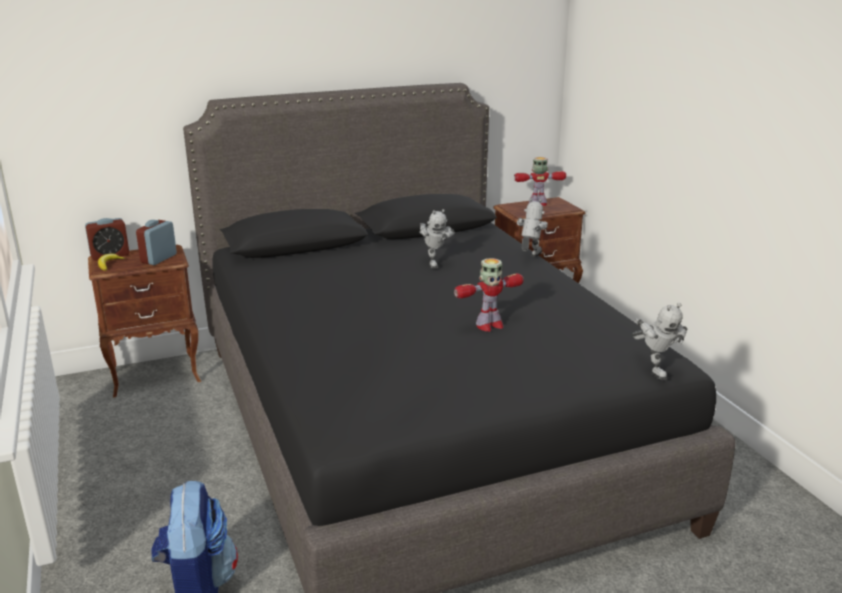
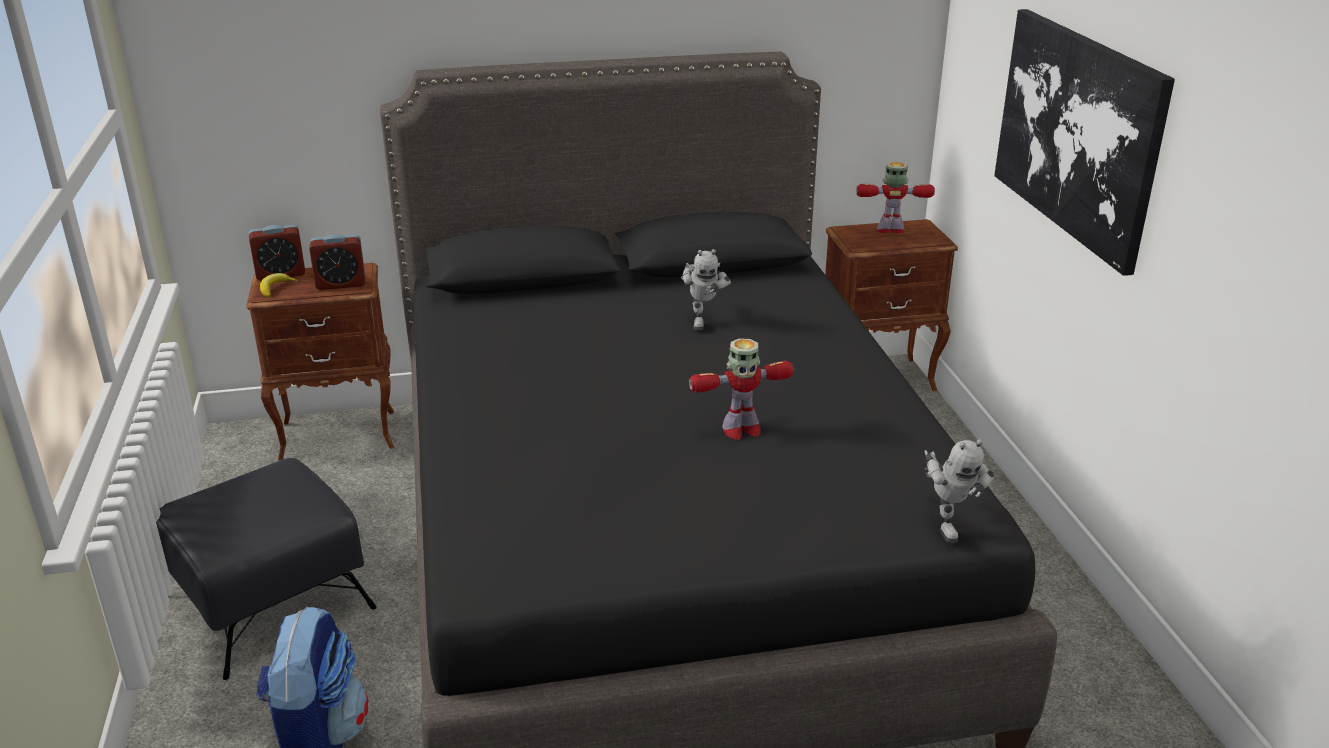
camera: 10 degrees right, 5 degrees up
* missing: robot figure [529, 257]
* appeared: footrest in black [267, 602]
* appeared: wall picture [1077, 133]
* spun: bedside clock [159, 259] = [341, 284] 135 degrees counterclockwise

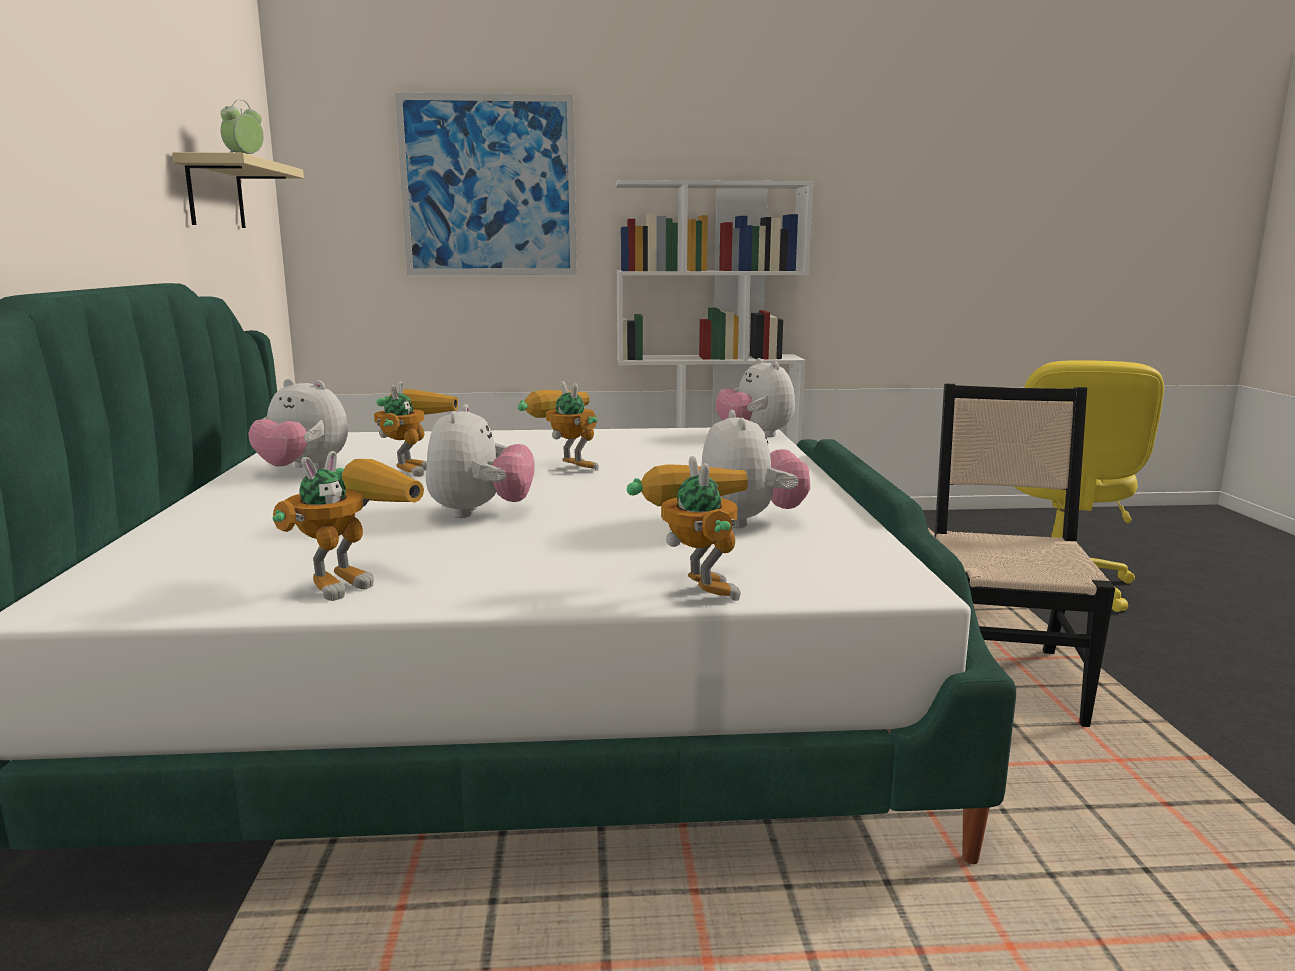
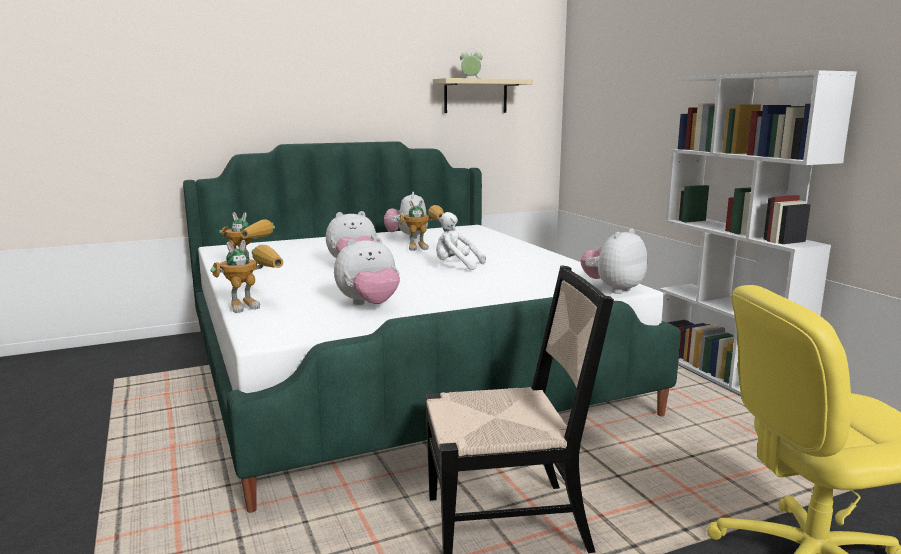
camera: 70 degrees right, 0 degrees up
* missing: wall picture [488, 186]
* exchanged: robot figure [564, 468] to plush toy in white [456, 266]

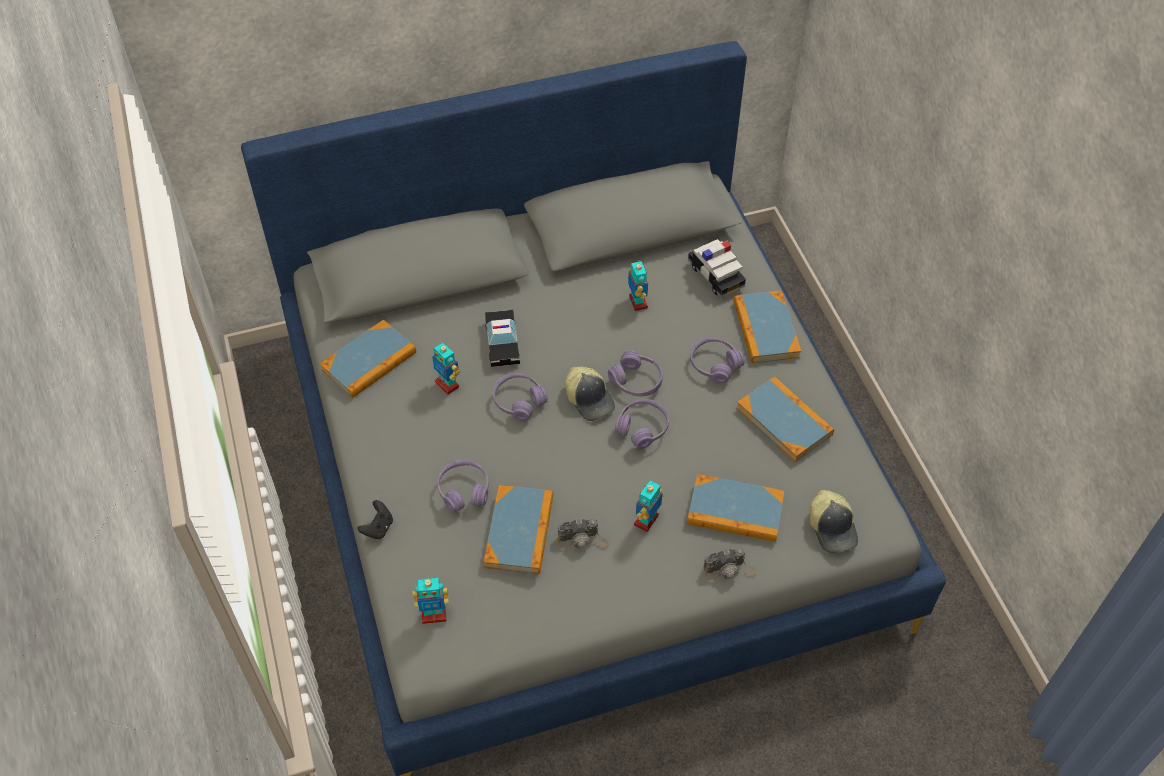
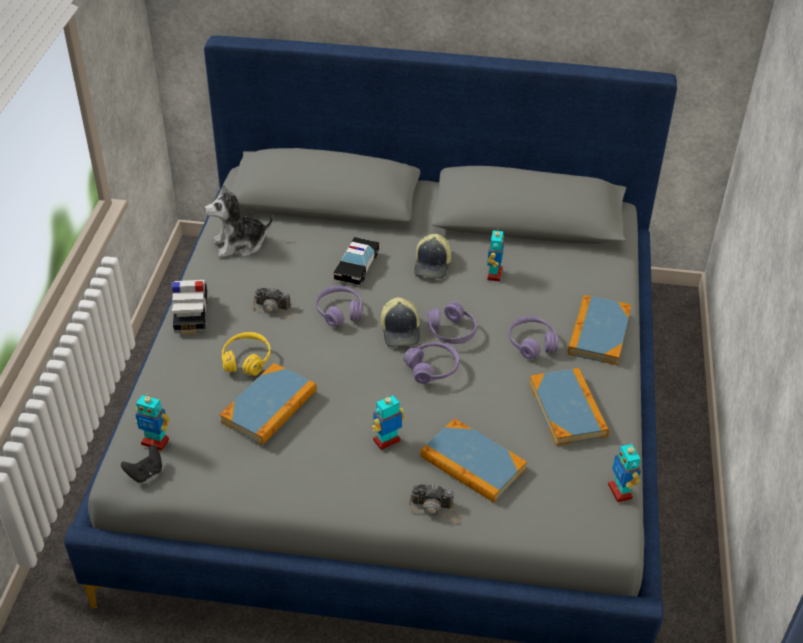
camera: 25 degrees right, 10 degrees down
* relocated: gamepad in black [378, 528] to [145, 473]
* relocated: robot figure [447, 384] to [620, 491]
* relocated: photo camera [582, 539] to [274, 309]
* relocated: miniature car [716, 275] to [191, 314]
* relocated: baseball cap [833, 527] to [433, 265]
* exchanged: volume [369, 362] to plush toy [240, 244]
* colour: headset in purplish [464, 490] to headset in yellowish [246, 360]

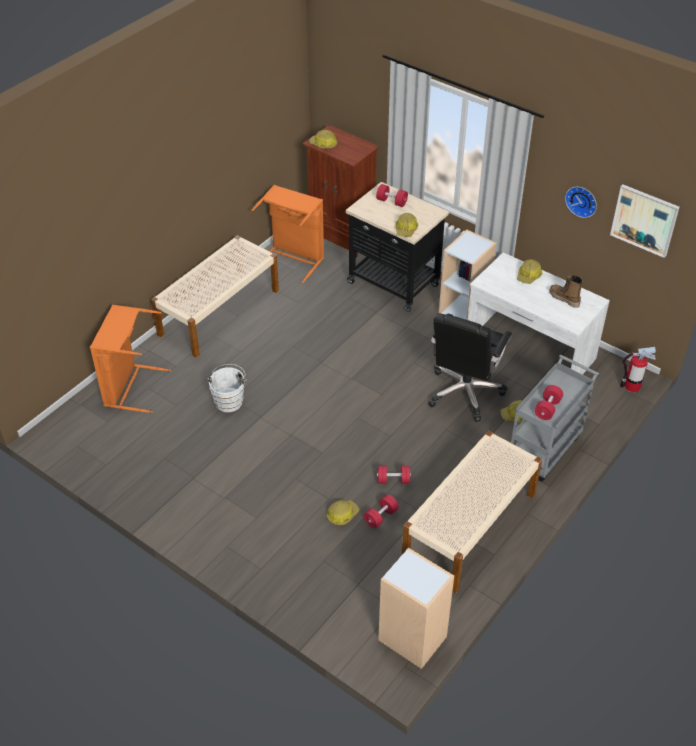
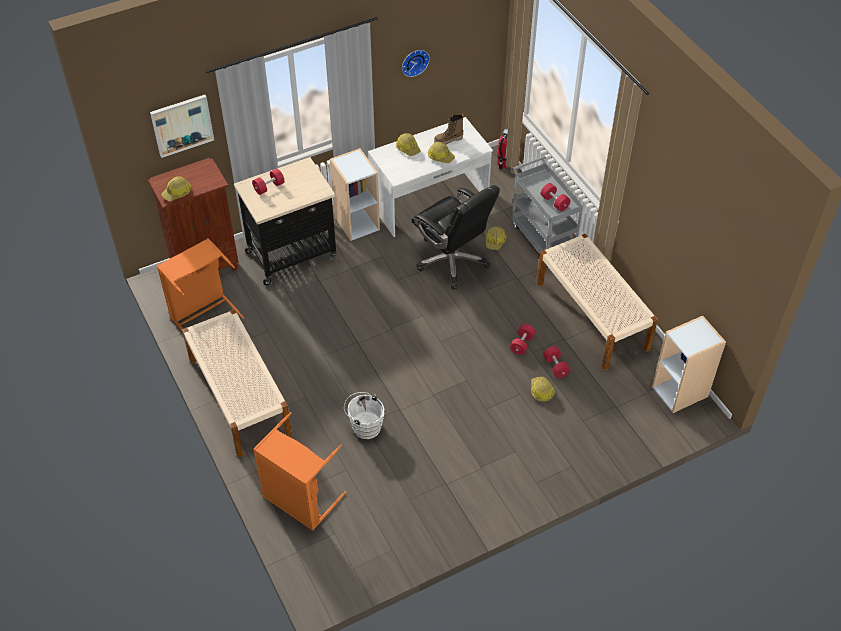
camera: 65 degrees left, 5 degrees up
* relocated: safety helmet [406, 229] to [440, 156]
* relocated: wall picture [644, 220] to [182, 125]

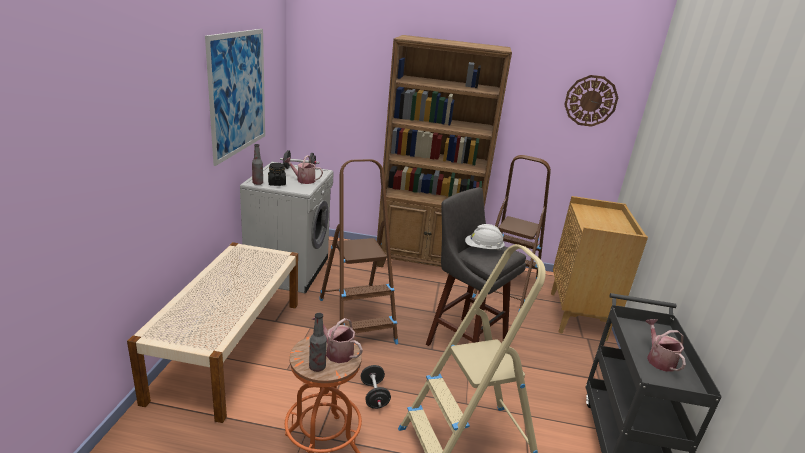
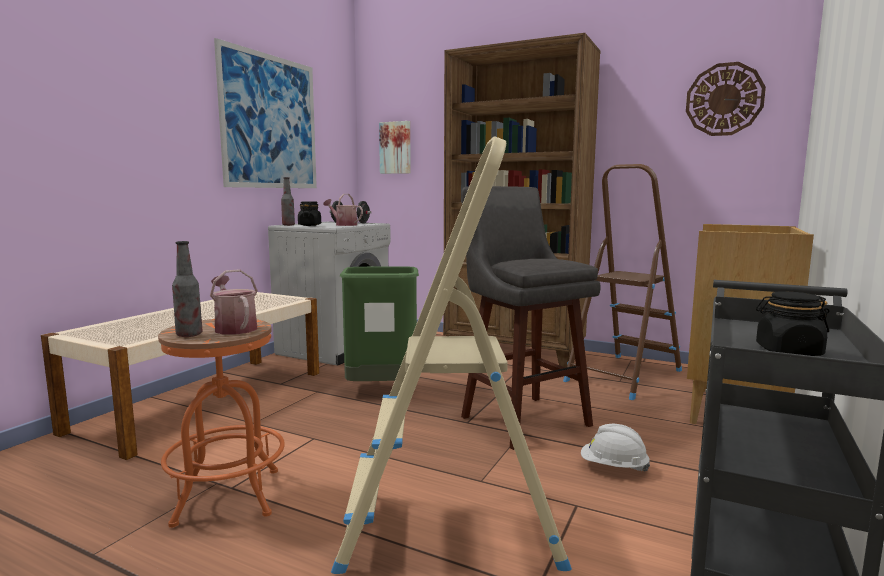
camera: 20 degrees right, 15 degrees down
* missing: free weight in black [374, 395]
* appeared: wall picture [396, 148]
* relocated: safety helmet in white [483, 249] to [613, 468]
* exchanged: step ladder in brownish [357, 320] to trash can in green-coloured [382, 390]
* exchanged: watering can [658, 359] to jar in black [788, 351]

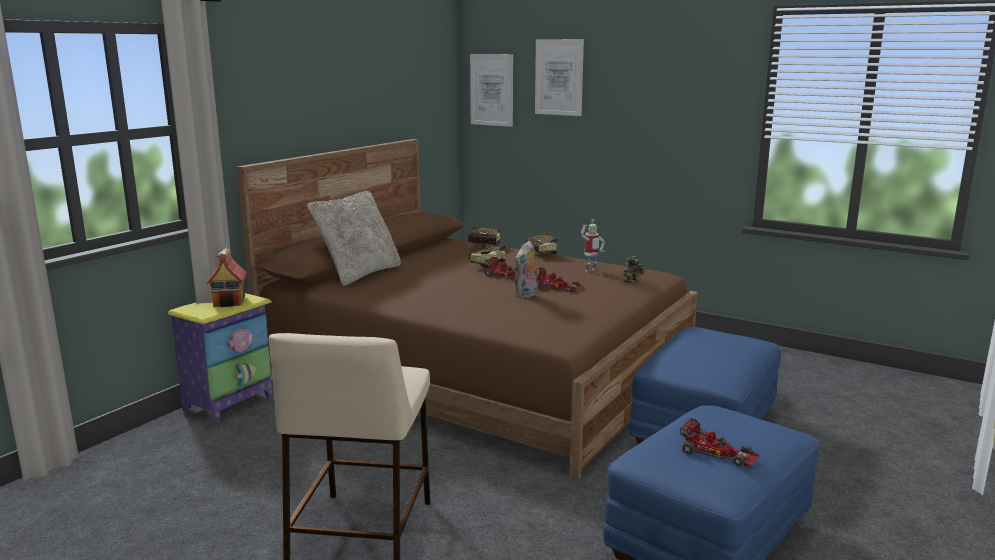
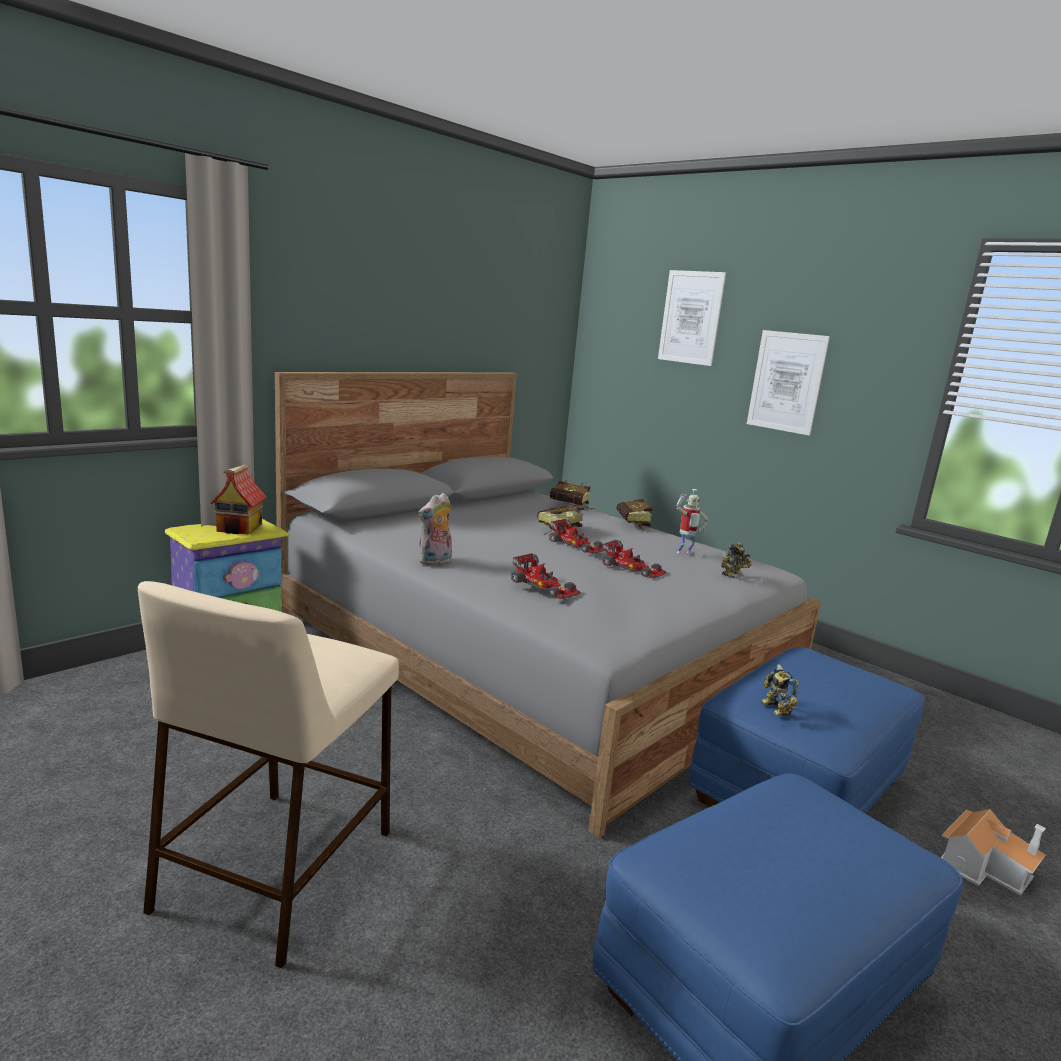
camera: 10 degrees right, 0 degrees up
* missing: pillow in beige-coloured [359, 272]
* appeared: robot figure [774, 709]
* appeared: miniature house [984, 866]
* relocated: wall picture [491, 90] to [786, 382]
* relocated: plush toy [526, 295] to [435, 562]
* relocated: miniature car [718, 452] to [544, 585]
* colour: bed in brownish [478, 371] to bed in gray [530, 654]

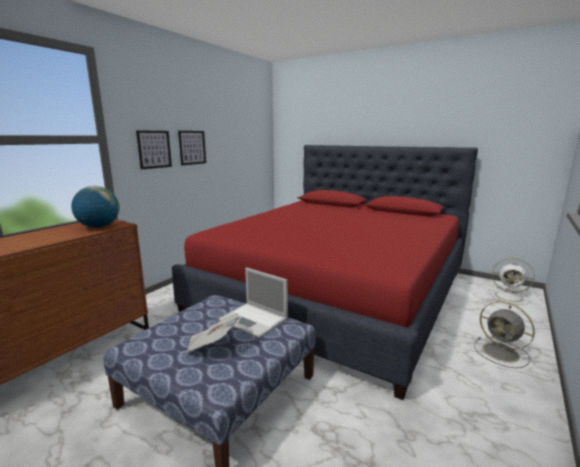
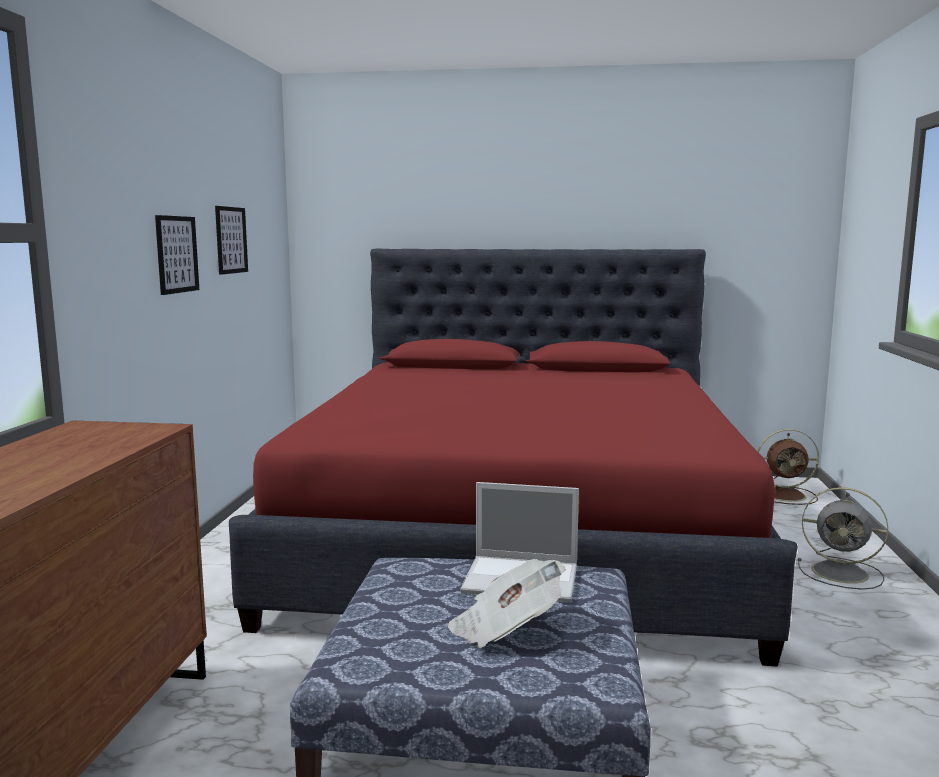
camera: 25 degrees left, 5 degrees down
* missing: globe [99, 227]
* relocated: wall picture [154, 149] to [231, 240]
* colour: cooling fan in white [510, 296] to cooling fan in brownish [786, 495]

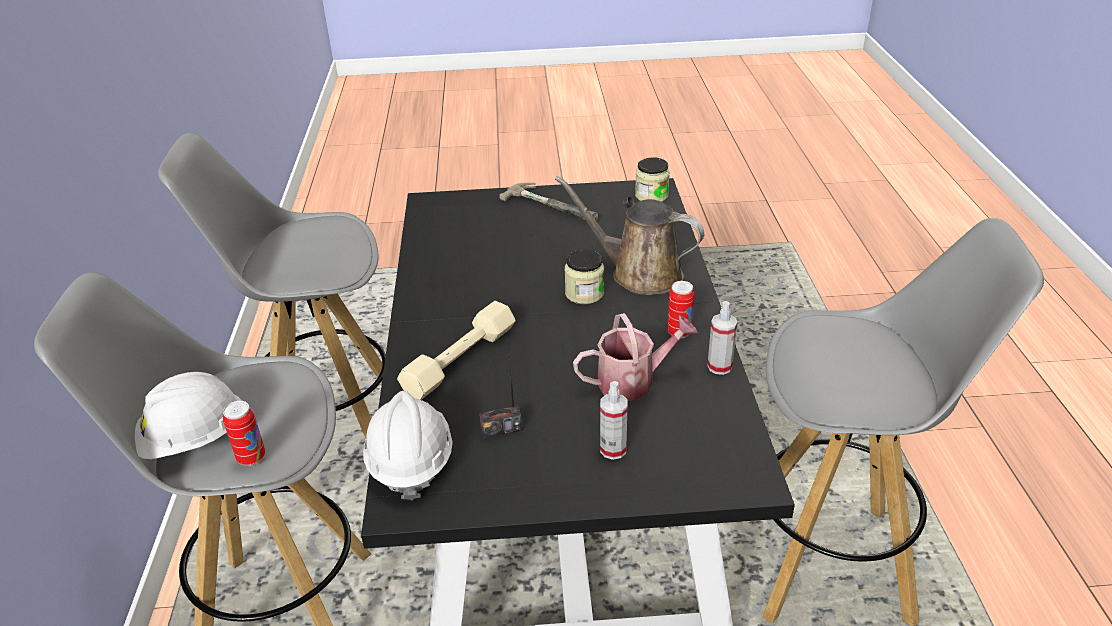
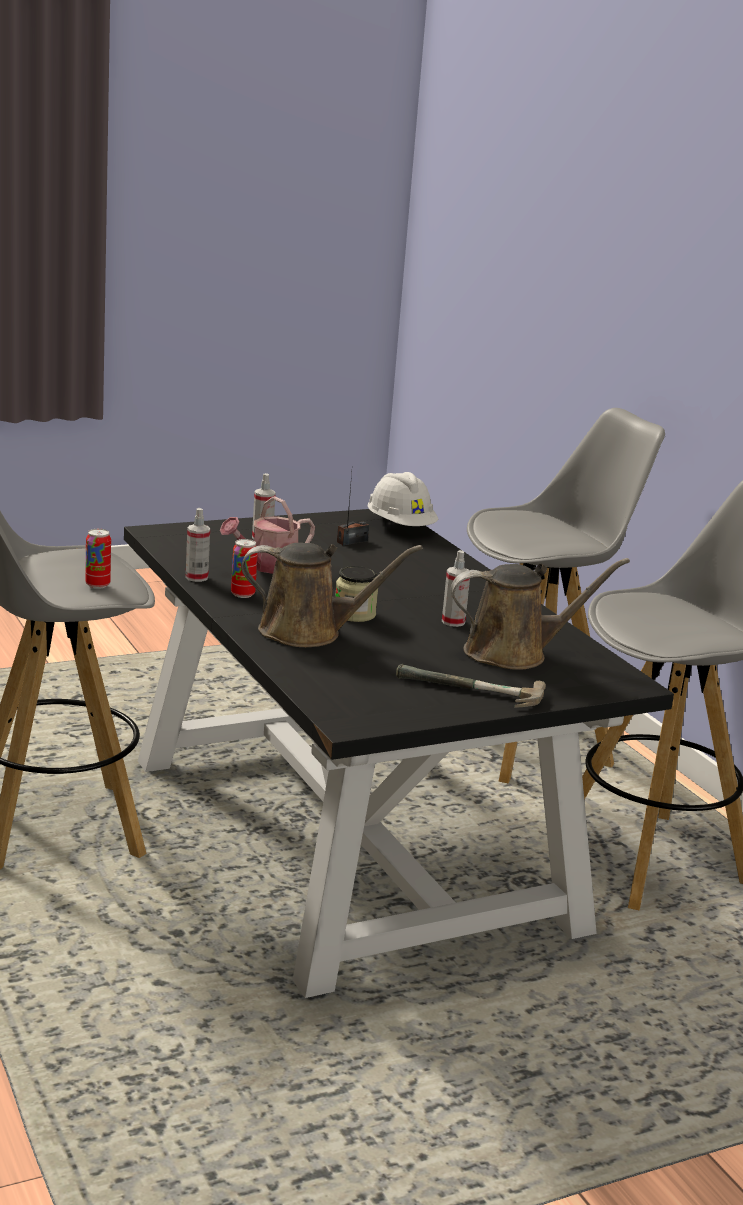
camera: 155 degrees right, 15 degrees down
* missing: safety helmet in white [193, 440]
* missing: free weight in beige-coloured [459, 360]
* missing: jar [651, 196]
* appeared: hand sprayer [453, 622]
* appeared: watering can in brownish [513, 653]
* relocated: sealed can [251, 457] to [97, 585]

